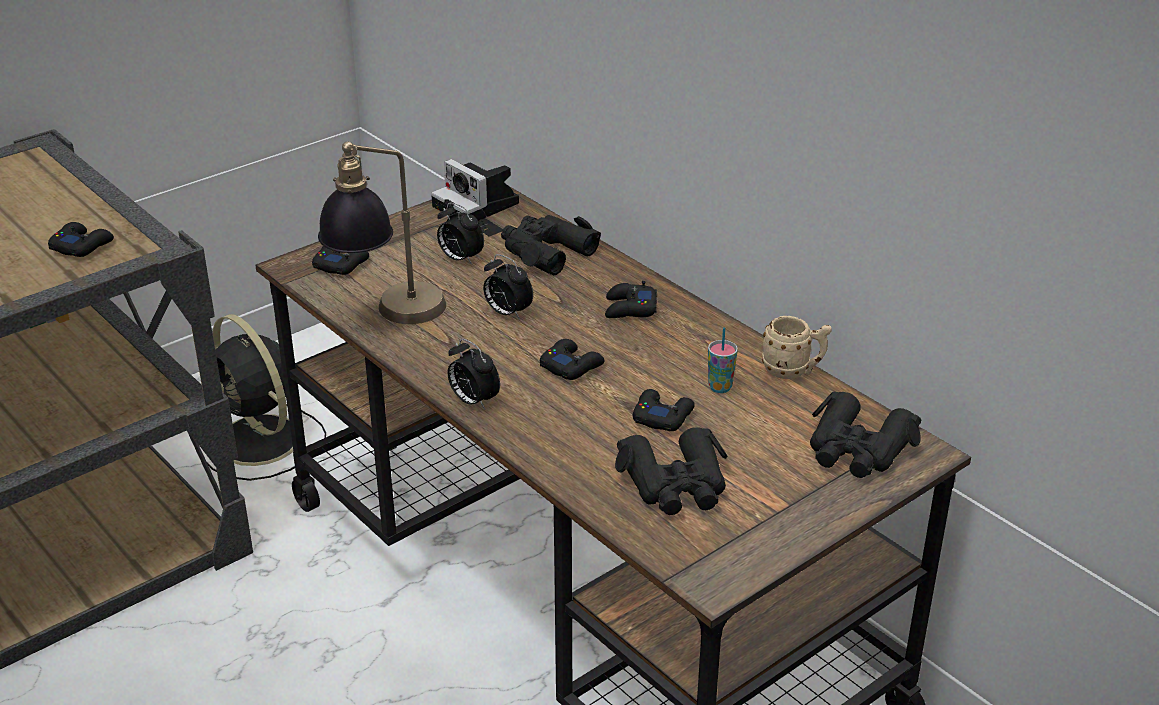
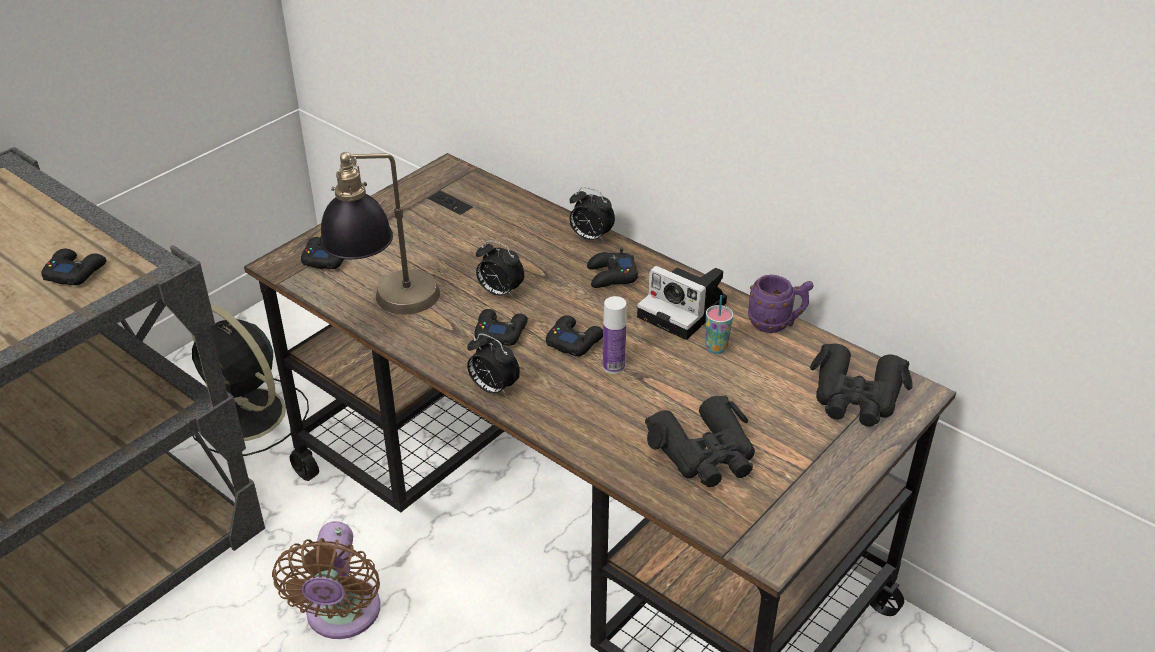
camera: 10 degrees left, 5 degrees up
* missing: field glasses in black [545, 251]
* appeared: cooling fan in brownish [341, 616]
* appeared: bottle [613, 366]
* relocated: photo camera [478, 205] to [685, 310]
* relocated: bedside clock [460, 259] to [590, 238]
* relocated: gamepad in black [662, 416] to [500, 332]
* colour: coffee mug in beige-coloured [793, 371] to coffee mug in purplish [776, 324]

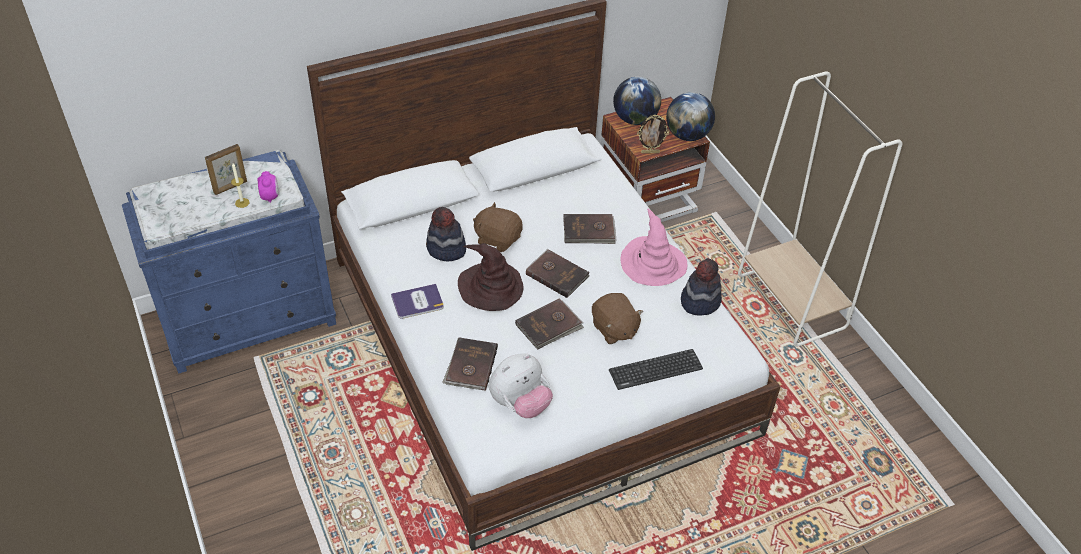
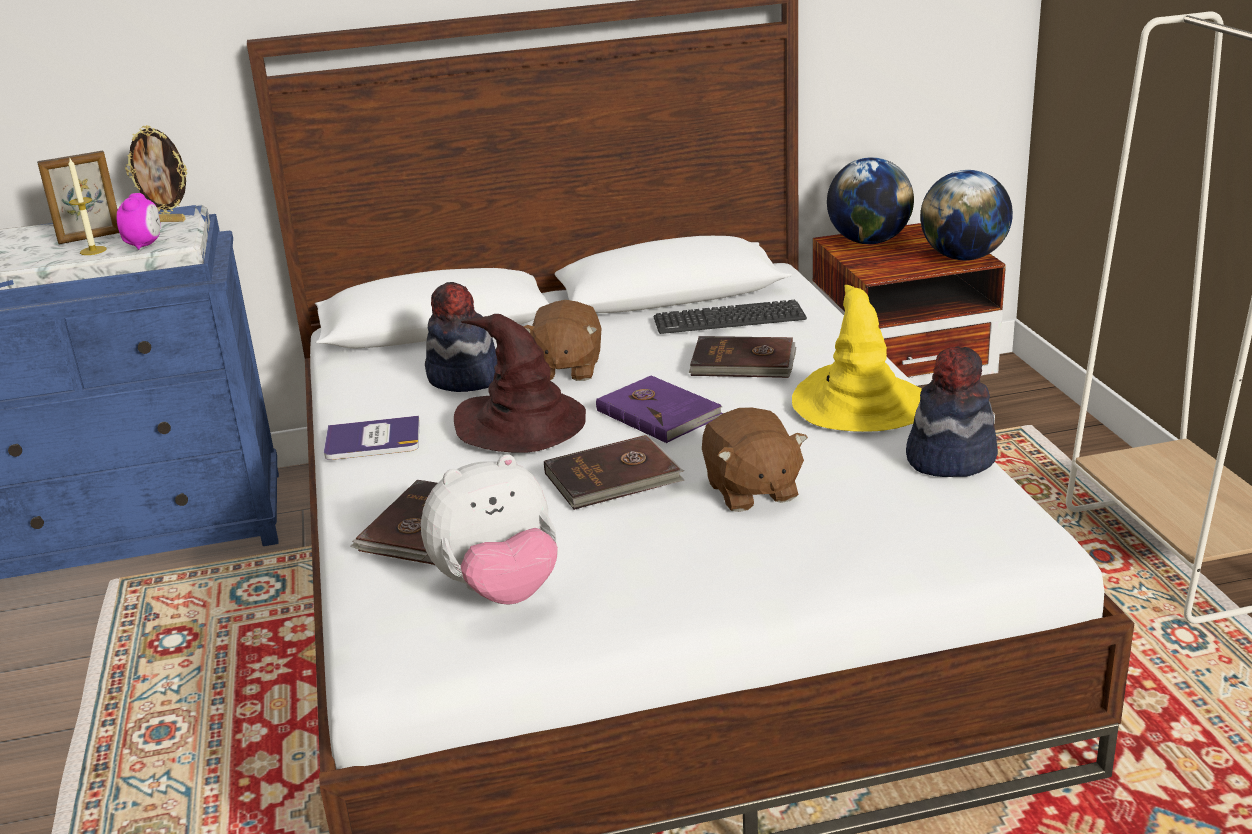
camera: 15 degrees right, 20 degrees down
* relocated: computer keyboard [655, 369] to [729, 319]
* relocated: standing frame [650, 152] to [169, 221]
* colour: volume in brownish [557, 274] to volume in purplish [659, 413]
* colour: hat in pinkish [653, 264] to hat in yellowish [860, 405]
* spun: plush toy in brownish [498, 239] = [566, 369] 120 degrees counterclockwise

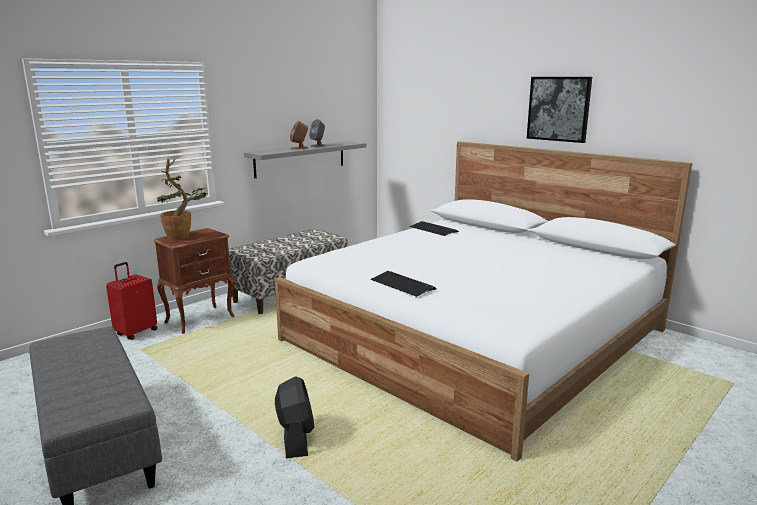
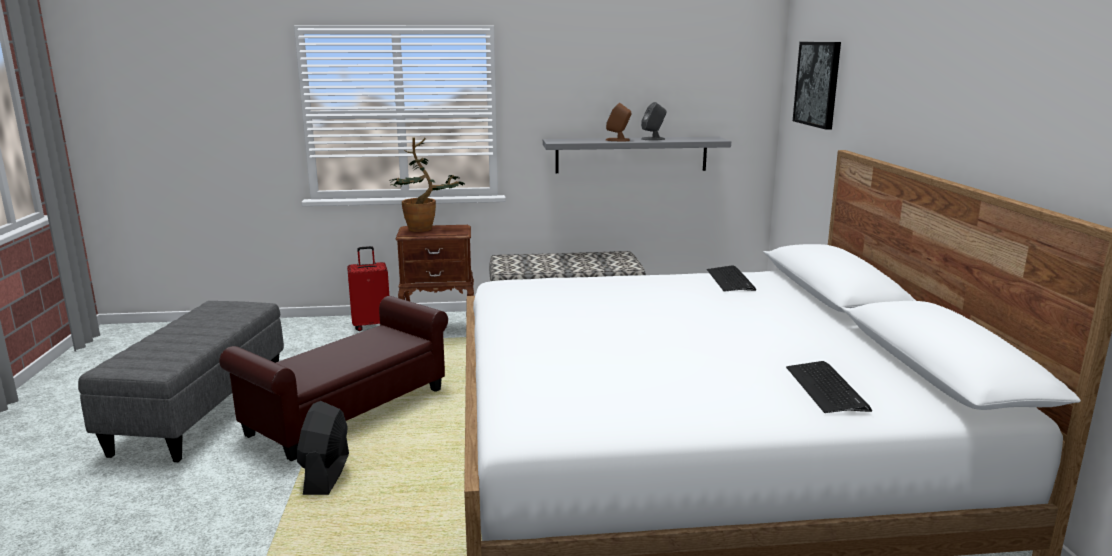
camera: 40 degrees right, 0 degrees up
* appeared: footrest in brownish [348, 411]
* relocated: computer keyboard [402, 284] to [826, 388]
* relocated: wall picture [558, 109] to [818, 84]
* spun: cooling fan in black [296, 438] = [326, 475] 150 degrees clockwise

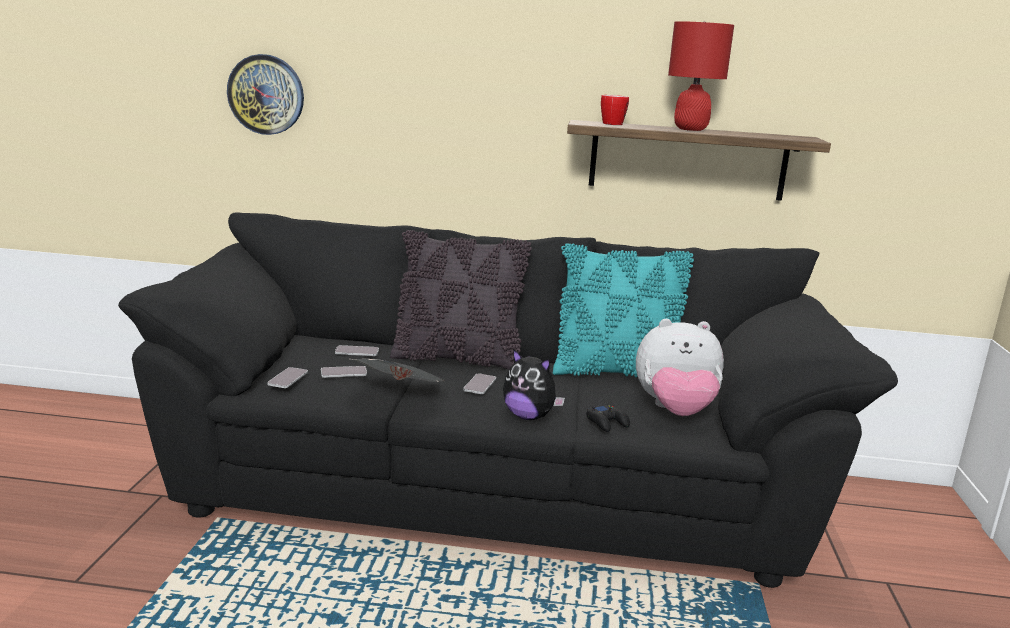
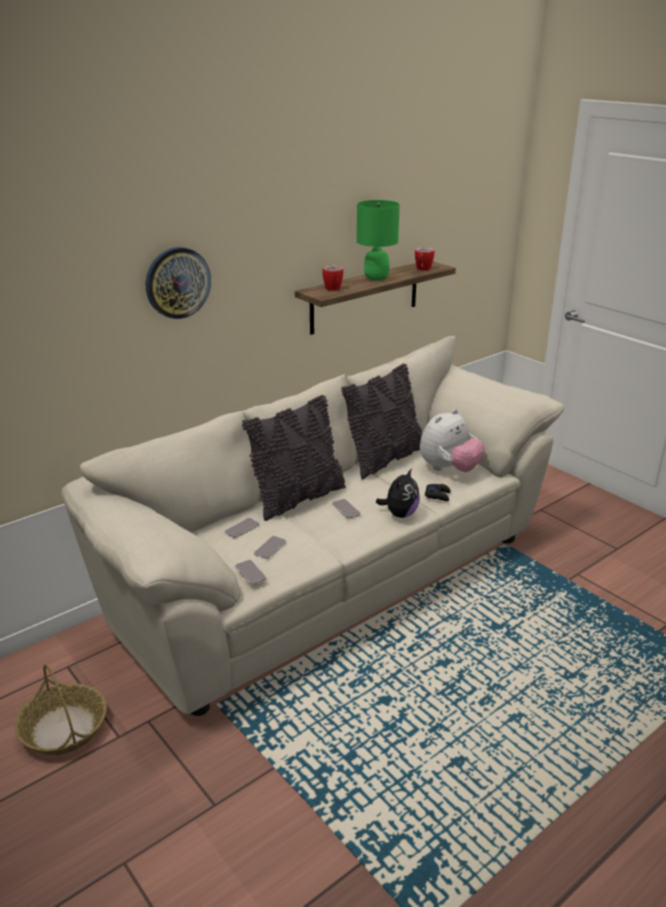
camera: 45 degrees left, 10 degrees up
* missing: printed paper [401, 395]
* appeared: basket [64, 728]
* appeared: coffee mug [422, 269]
* relocated: hanging clock [266, 94] to [177, 282]
* colour: sofa in black [492, 498] to sofa in beige-coloured [334, 580]
* colour: pillow in turquoise-coloured [617, 372] to pillow in black [384, 459]
* colour: table lamp in red-coloured [691, 129] to table lamp in green-coloured [376, 278]
* spun: plush toy [529, 416] = [400, 514] 45 degrees counterclockwise

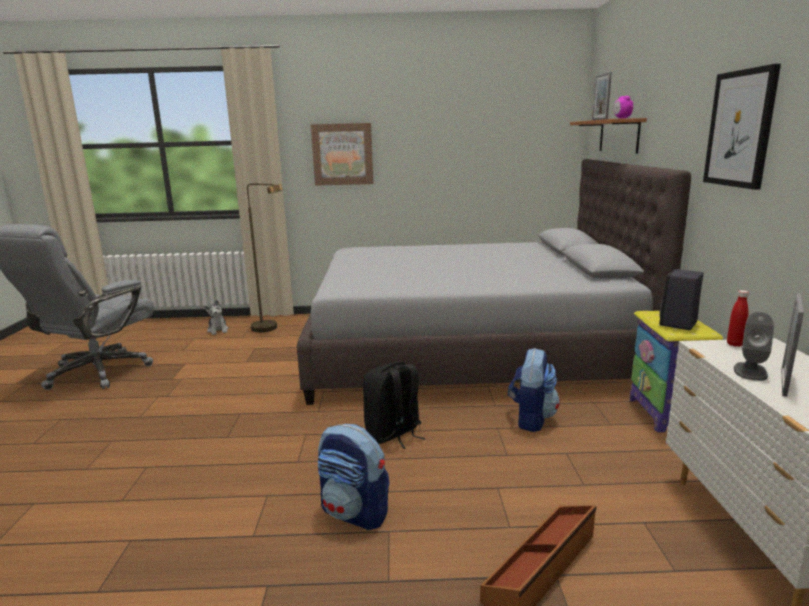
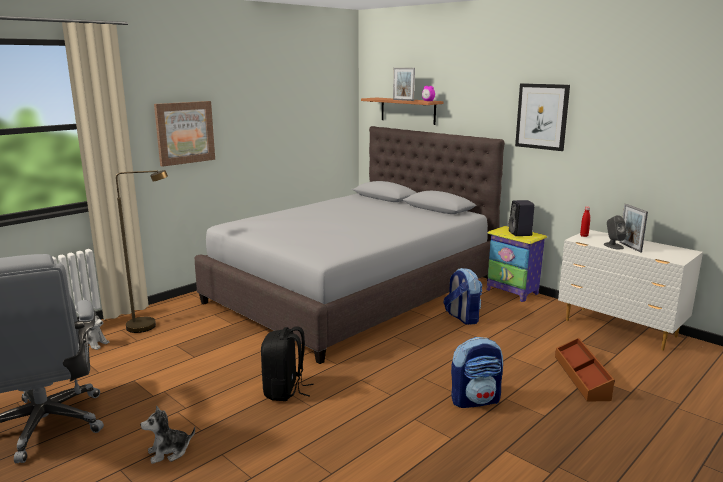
camera: 45 degrees left, 0 degrees up
* appeared: plush toy [169, 452]
* relocated: backpack in black [394, 434] to [285, 391]

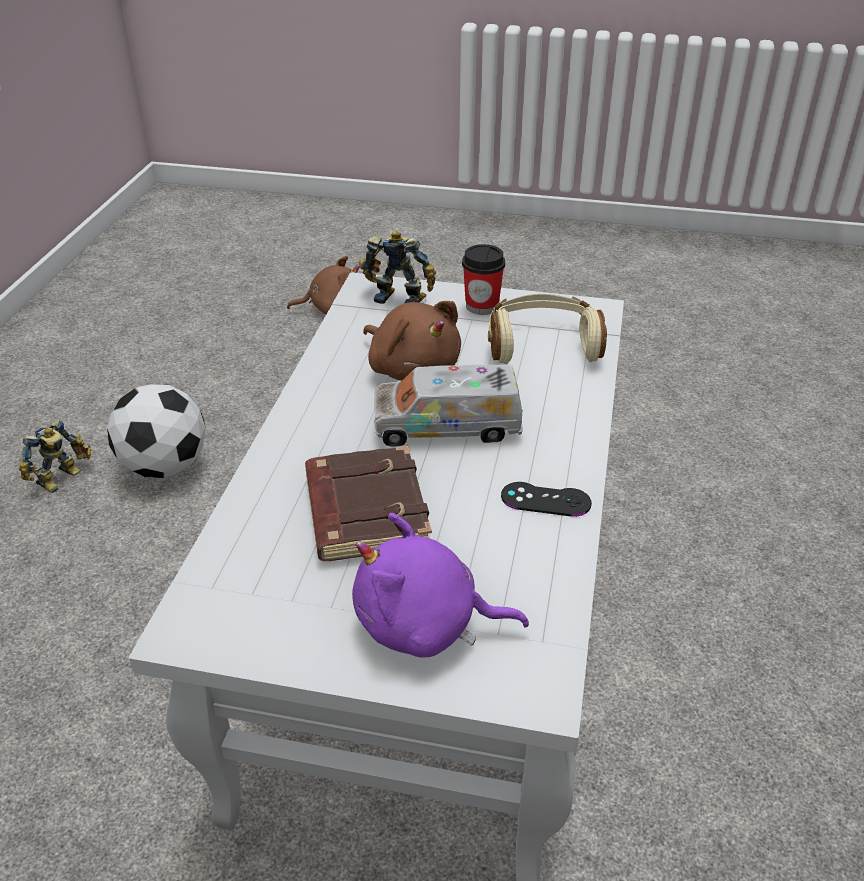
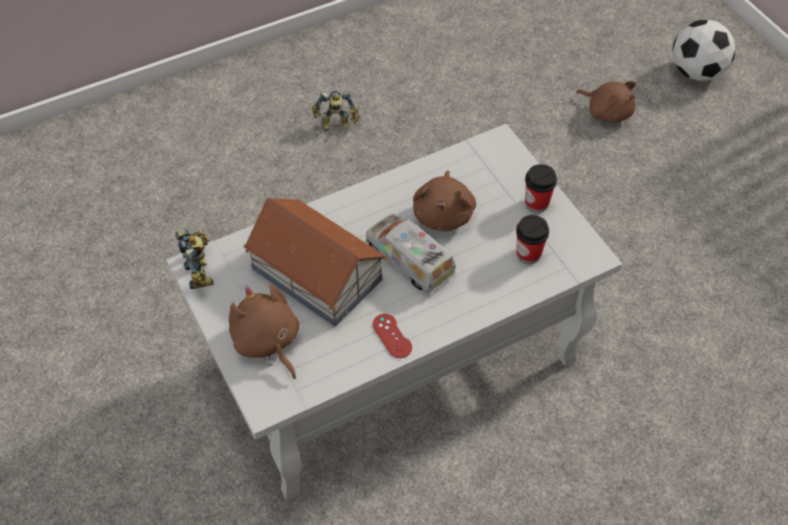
camera: 50 degrees right, 15 degrees up
* relocated: football [165, 466] to [696, 72]
* relocated: robot figure [400, 297] to [201, 272]
* exchanged: volume in brownish [364, 511] to miniature house [316, 272]
* exchanged: headset in beige-coloured [542, 344] to small cup [528, 254]
* colour: plush toy in purplish [425, 625] to plush toy in brownish [267, 343]
* colour: gamepad in black [545, 500] to gamepad in red-coloured [392, 336]

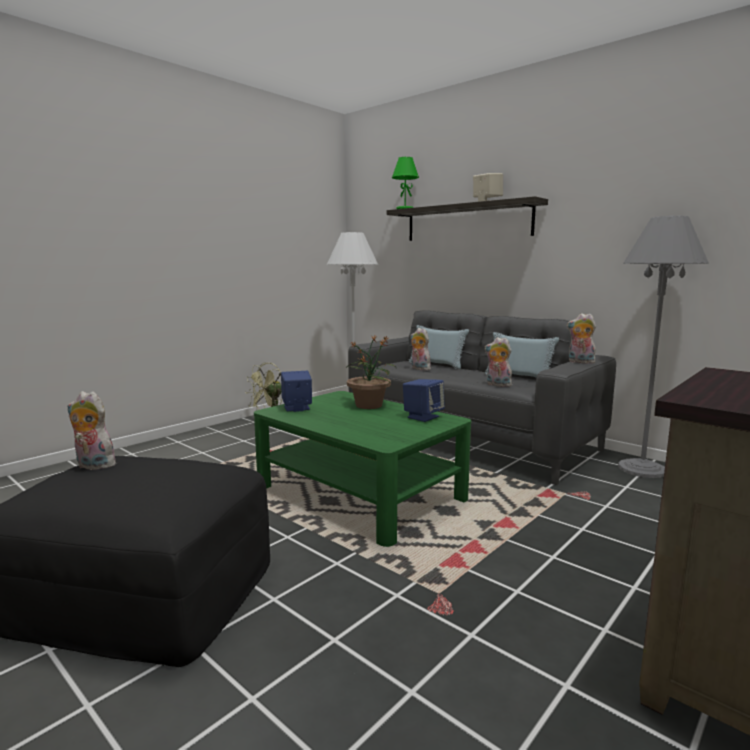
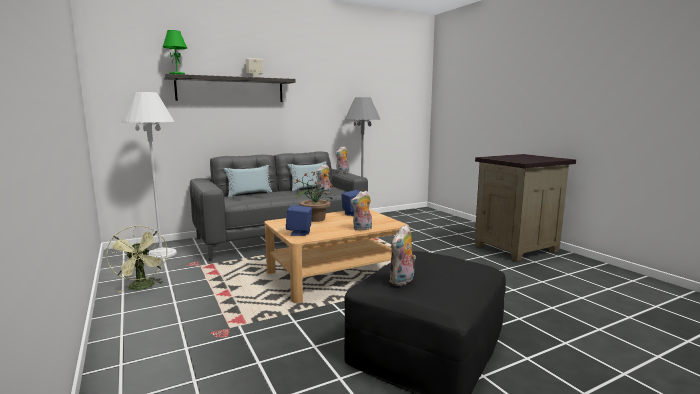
camera: 70 degrees left, 0 degrees up
* relocated: plush toy [419, 369] to [362, 229]
* colour: lounge table in green-coloured [360, 493] to lounge table in beige-coloured [335, 274]

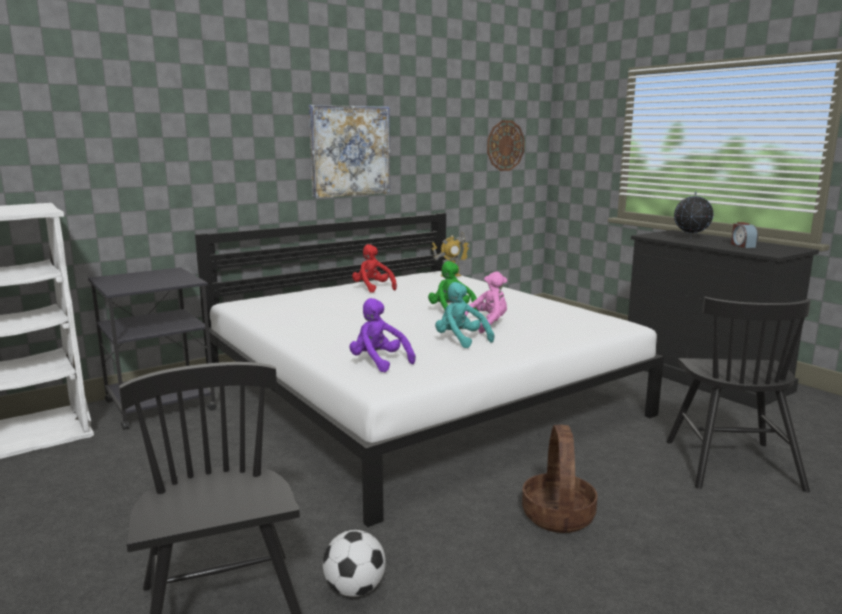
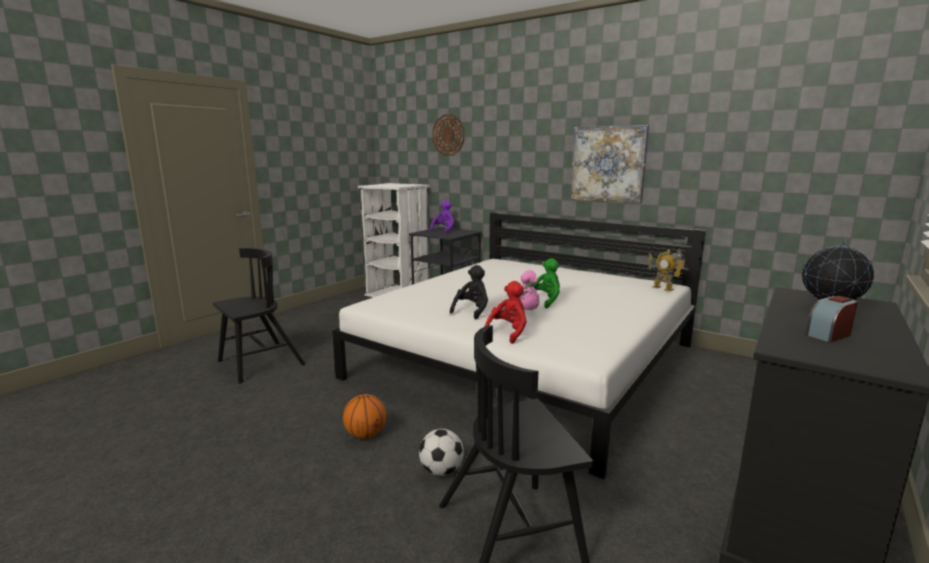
camera: 70 degrees right, 0 degrees up
* relocated: football [355, 589] to [441, 471]
* relocated: plush toy in purplish [379, 362] to [443, 230]
* relocated: plush toy in red-coloured [373, 288] to [508, 333]
* relocated: hanging clock [505, 145] to [448, 135]
* exchanged: basket [557, 515] to ball for basketball [366, 435]
* colour: plush toy in turquoise-coloured [460, 340] to plush toy in black [472, 311]

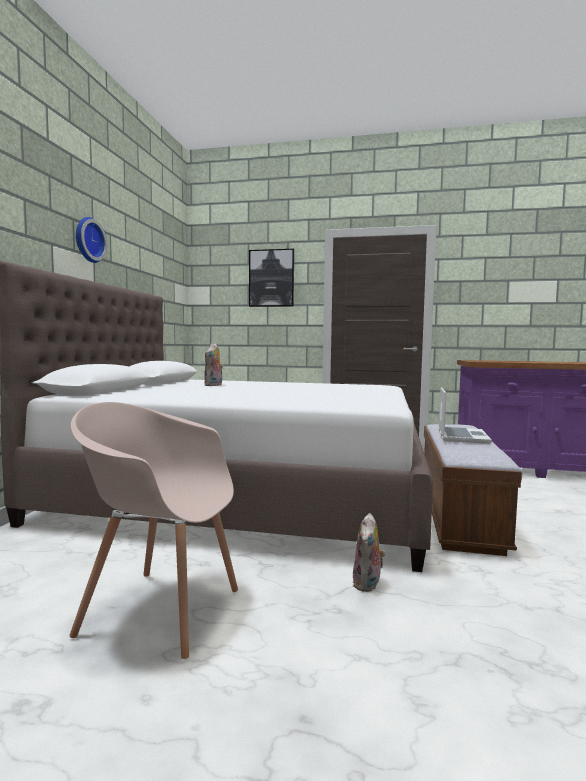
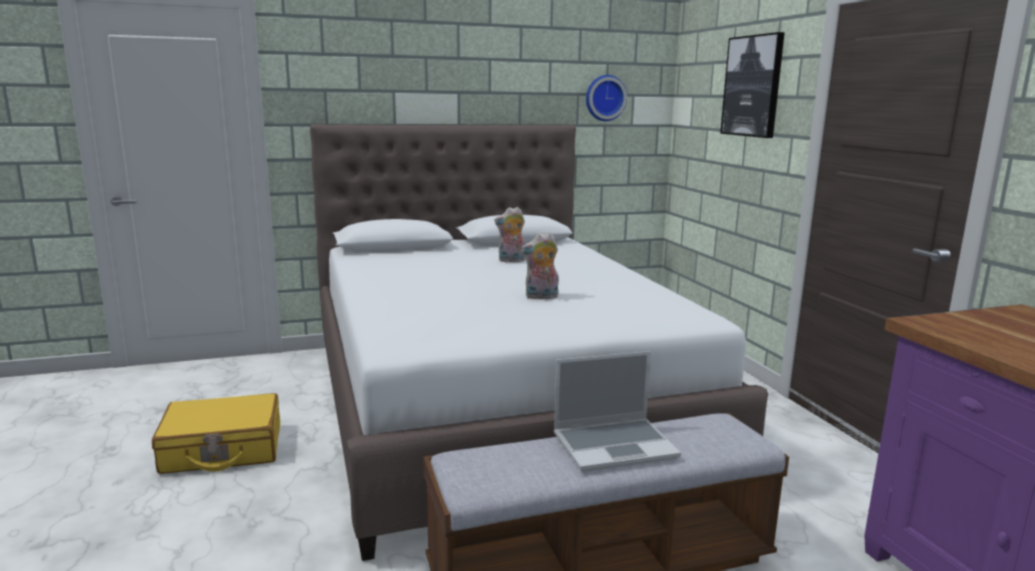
camera: 60 degrees right, 10 degrees up
* relocated: hanging clock [87, 240] to [604, 98]
* relocated: plush toy [368, 584] to [541, 297]
* exchanged: plain chair in beige-coloured [160, 611] to suitcase in yellowish [222, 449]

